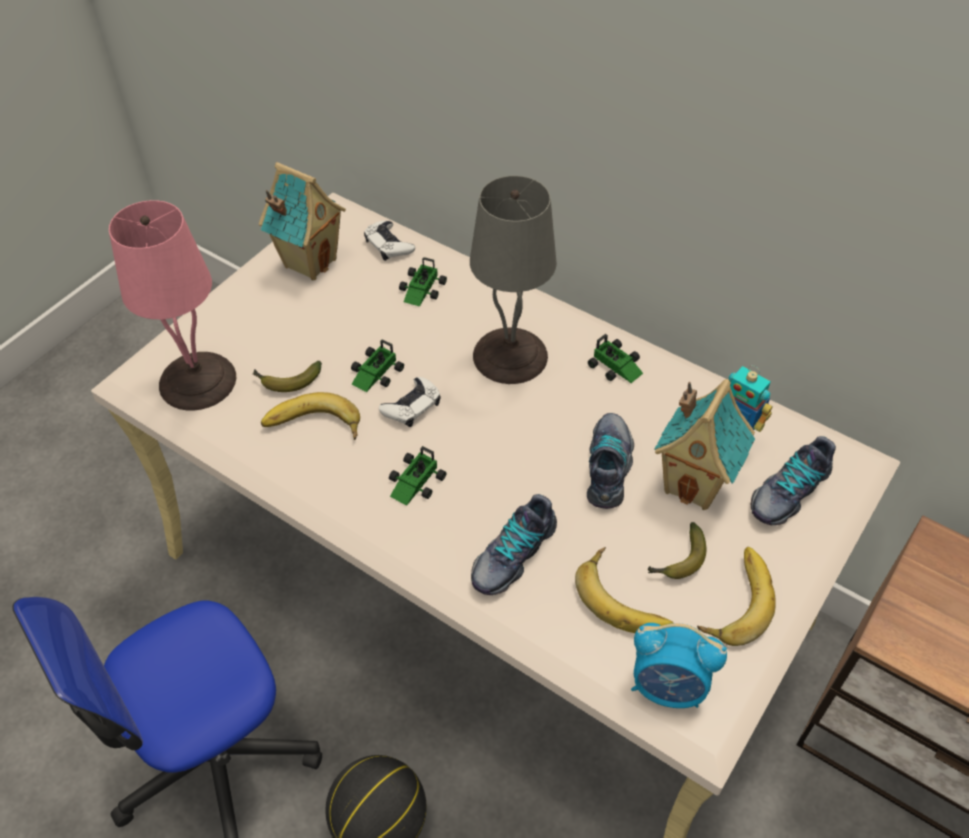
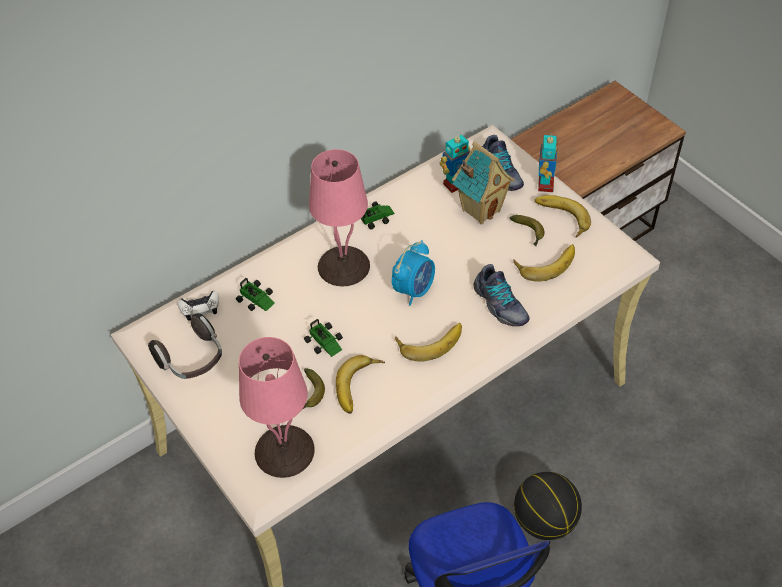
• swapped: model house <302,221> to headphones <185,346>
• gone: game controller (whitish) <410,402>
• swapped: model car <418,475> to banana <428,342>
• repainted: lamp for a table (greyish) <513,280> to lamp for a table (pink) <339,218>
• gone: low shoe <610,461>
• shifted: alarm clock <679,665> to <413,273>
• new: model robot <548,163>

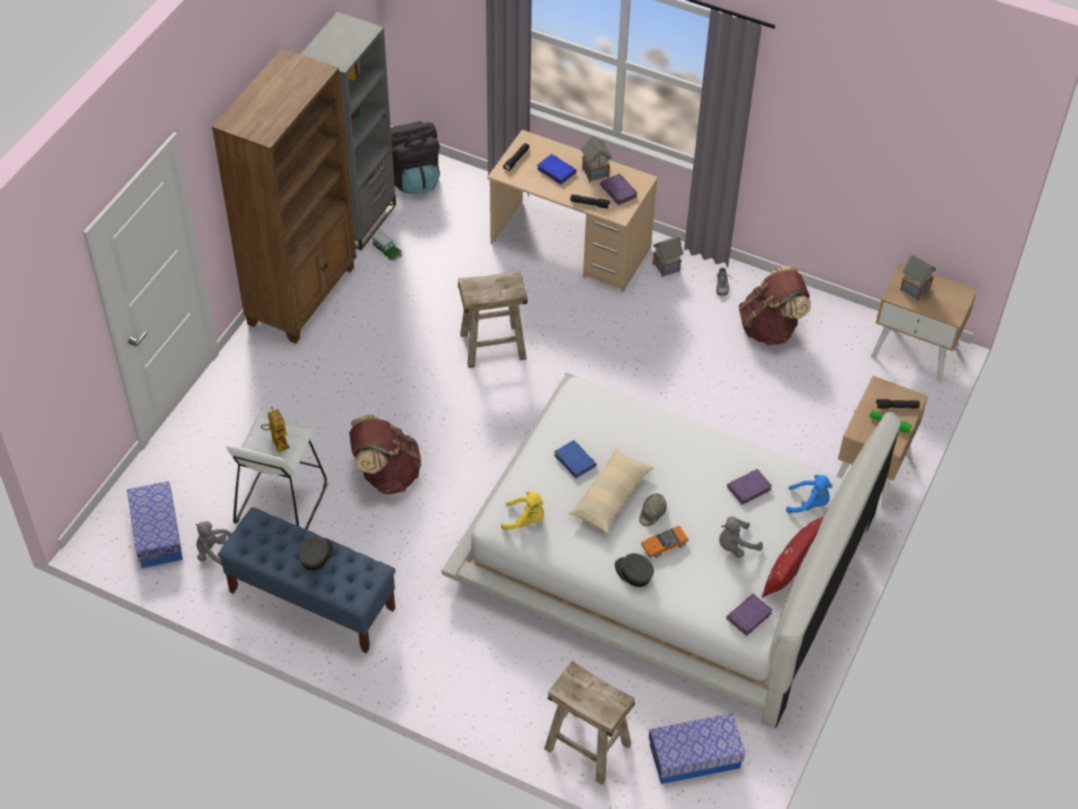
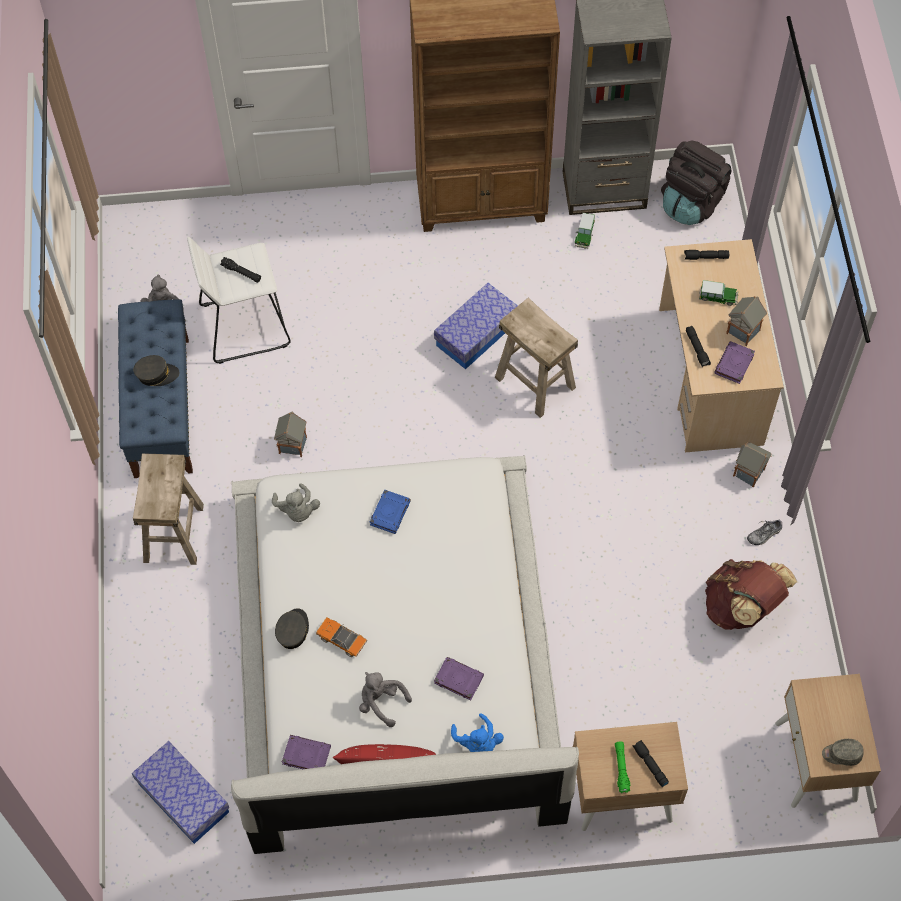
• shifted: storage box <155,524> to <476,326>
• swapped: model robot <275,429> to hand torch (black) <240,270>
• gone: backpack (brownish) <385,454>
• repainted: plush toy (yellow-coloured) <522,510> to plush toy (greyish) <296,502>
• swapped: bound book (blue) <557,169> to model car <718,293>
• shifted: stool (beige-coloured) <589,723> to <168,509>
• gone: pillow (beige-coloured) <611,490>
• shifted: cap (greyish) <653,509> to <843,752>
• shifted: model house <918,278> to <290,434>

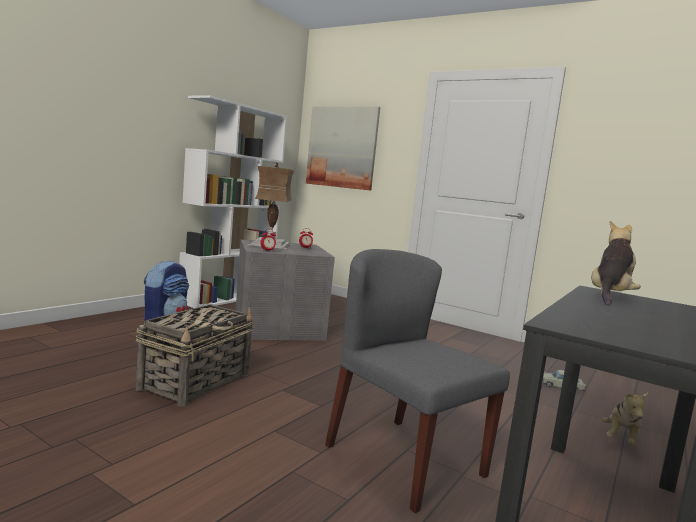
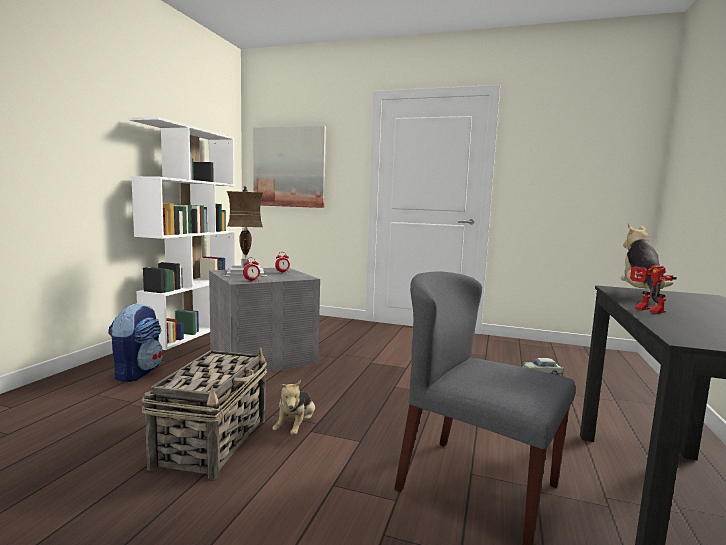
• shifted: plush toy <625,419> to <293,407>
• new: model robot <653,290>

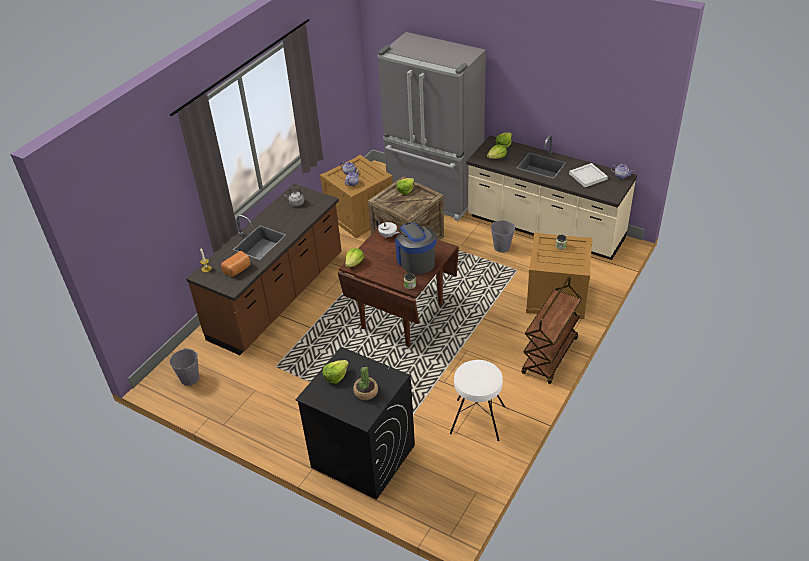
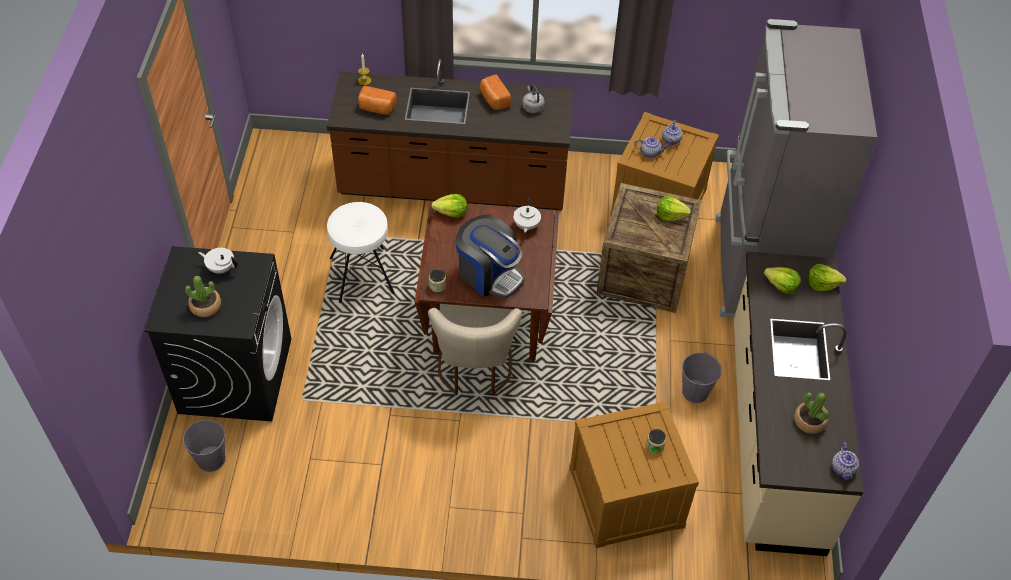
• shifted: water bucket (greyish) <184,367> to <204,445>
• swapped: head of lettuce <335,372> to teapot (whitish) <218,261>
• rotated: coffee machine <416,248> = <490,256> 90 degrees clockwise
• shifted: stool (whitish) <477,400> to <361,252>
• gone: trolley (brownish) <552,330>
• swapped: serving tray (whitish) <588,175> to potted plant <811,413>
• new: chair (beige-coloured) <475,349>
• new: bakery bread <495,92>

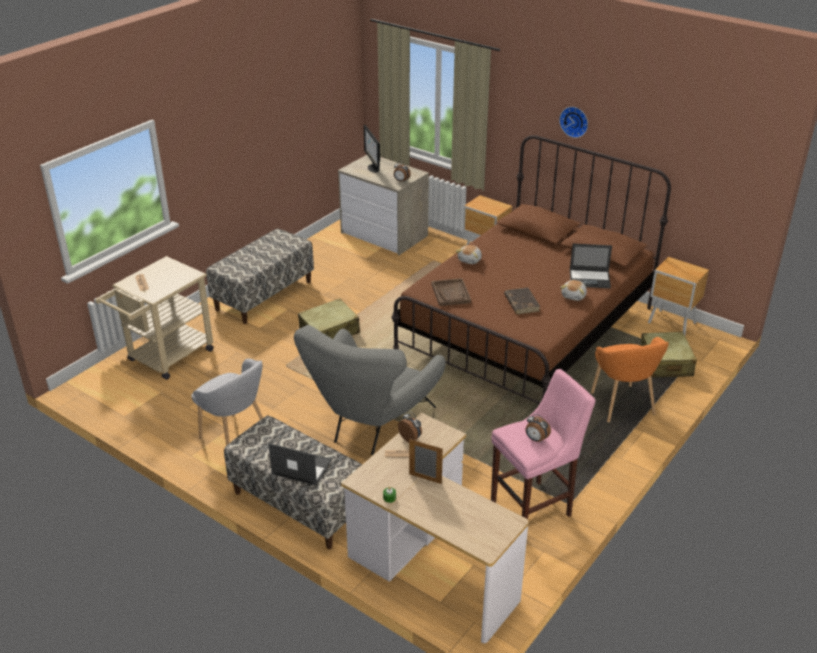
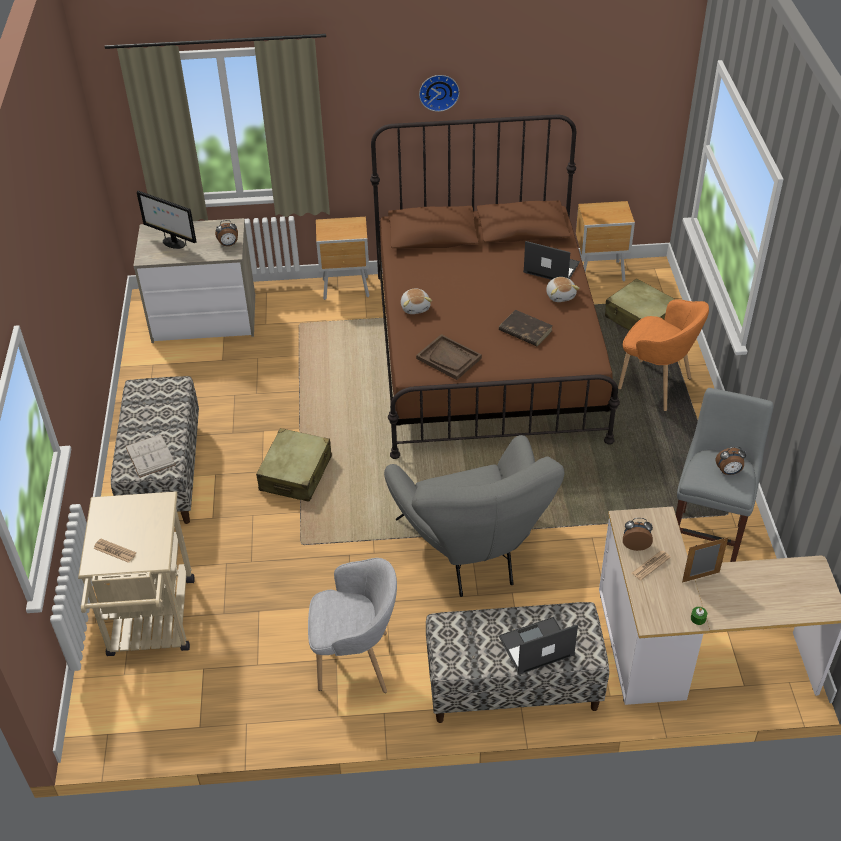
• repainted: stool (pink) <543,444> to stool (greyish) <725,475>
• rotated: notebook computer <591,266> = <551,260> 120 degrees counterclockwise
• new: bound book (whitish) <150,456>

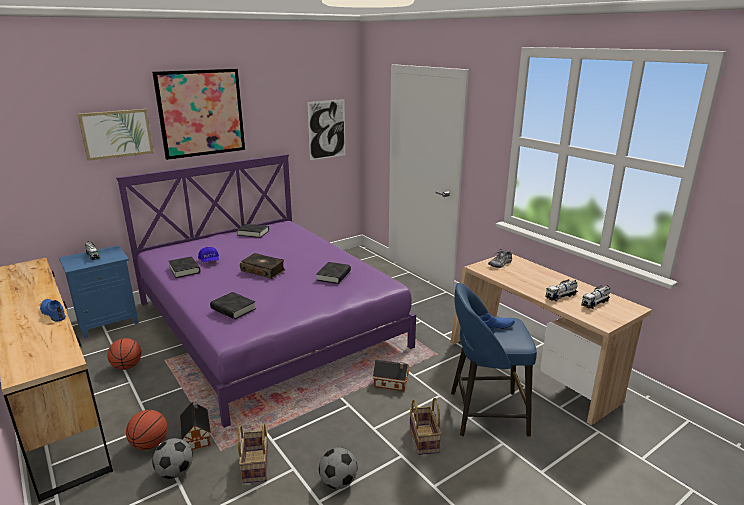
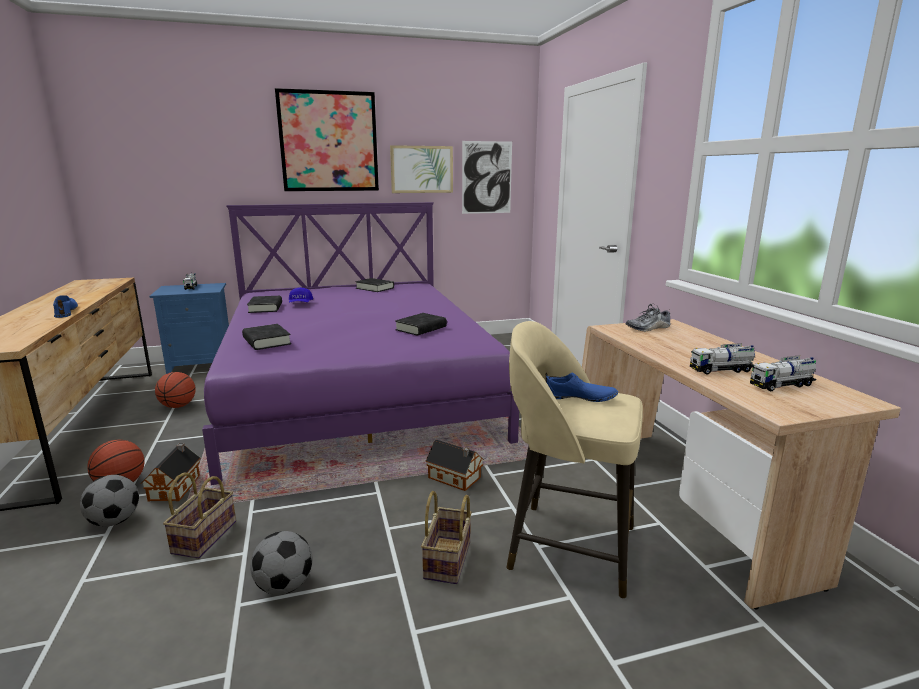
• shifted: picture <116,135> to <421,169>
• gone: bound book <262,266>
• repainted: stool (blue) <494,360> to stool (beige-coloured) <574,459>

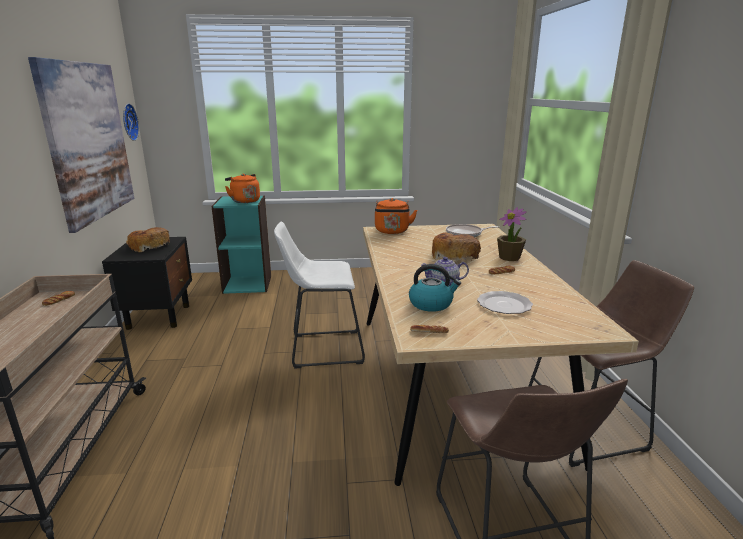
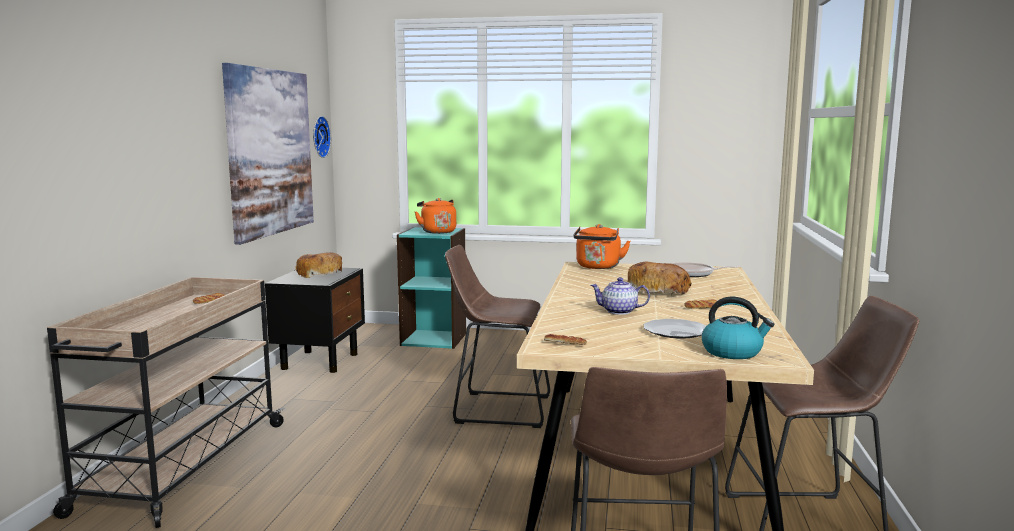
• repainted: stool (whitish) <319,295> to stool (brownish) <497,336>
• shifted: kettle <435,288> to <738,328>
• gone: potted plant <512,234>

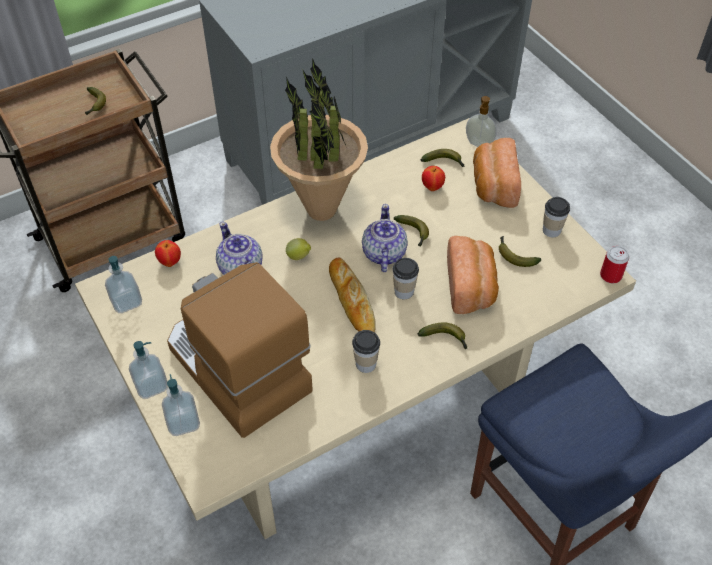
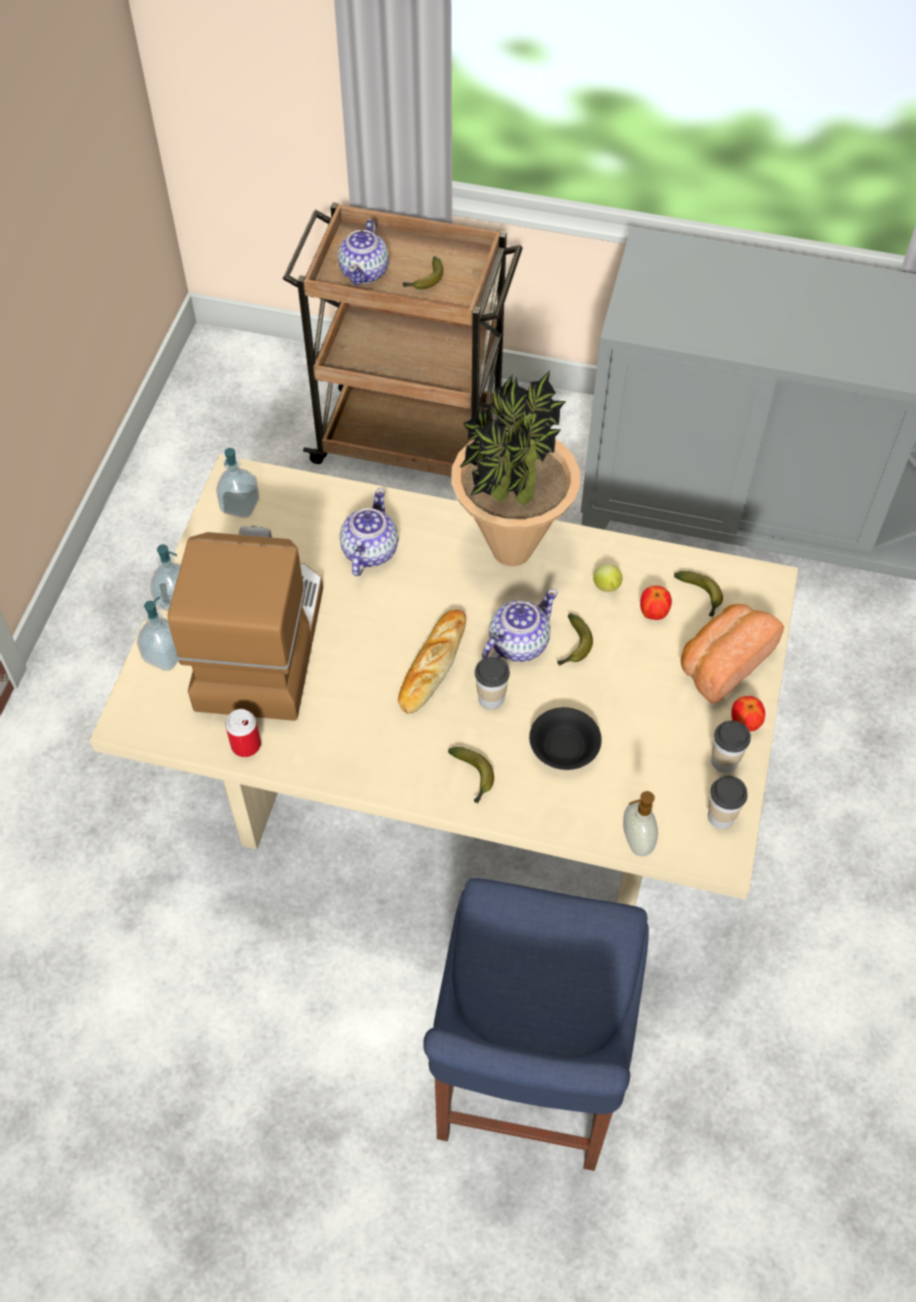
• shifted: apple fruit <168,253> to <748,714>
• shifted: lemon <298,249> to <607,578>
• shifted: drinking cup <366,351> to <728,802>
• swapped: bakery bread <473,275> to serving bowl (black) <565,738>
• shifted: soap dispenser <481,121> to <640,823>
• gone: banana <520,251>
• shifted: can <614,264> to <243,733>
• new: teapot <363,252>

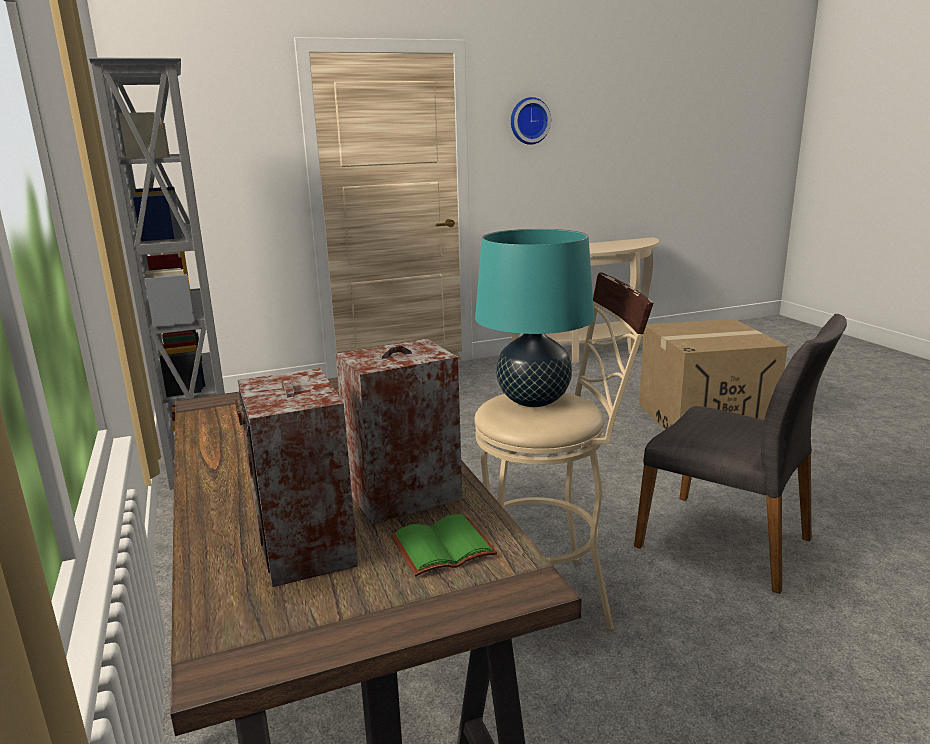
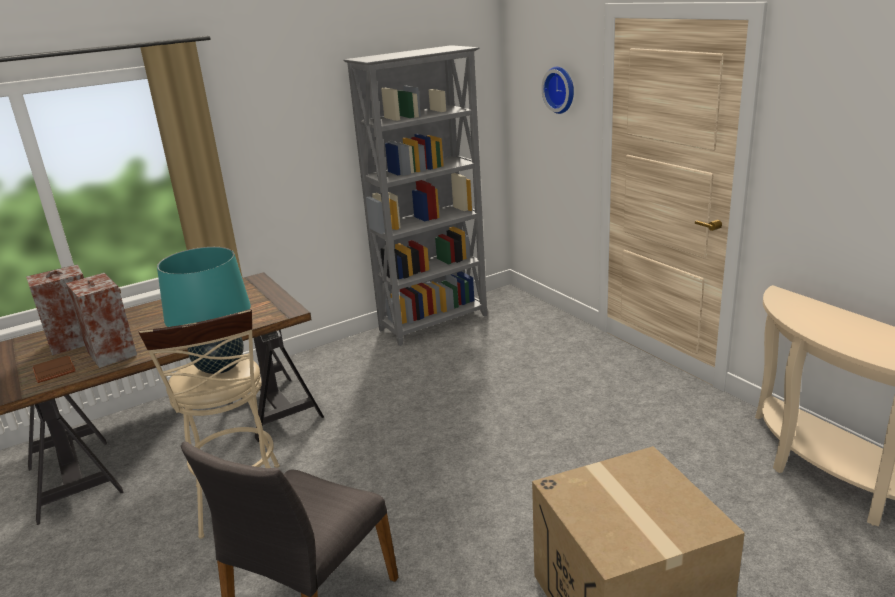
• repainted: bound book (green) <444,545> to bound book (brownish) <54,369>
• shifted: clock on the wall <531,121> to <557,90>

